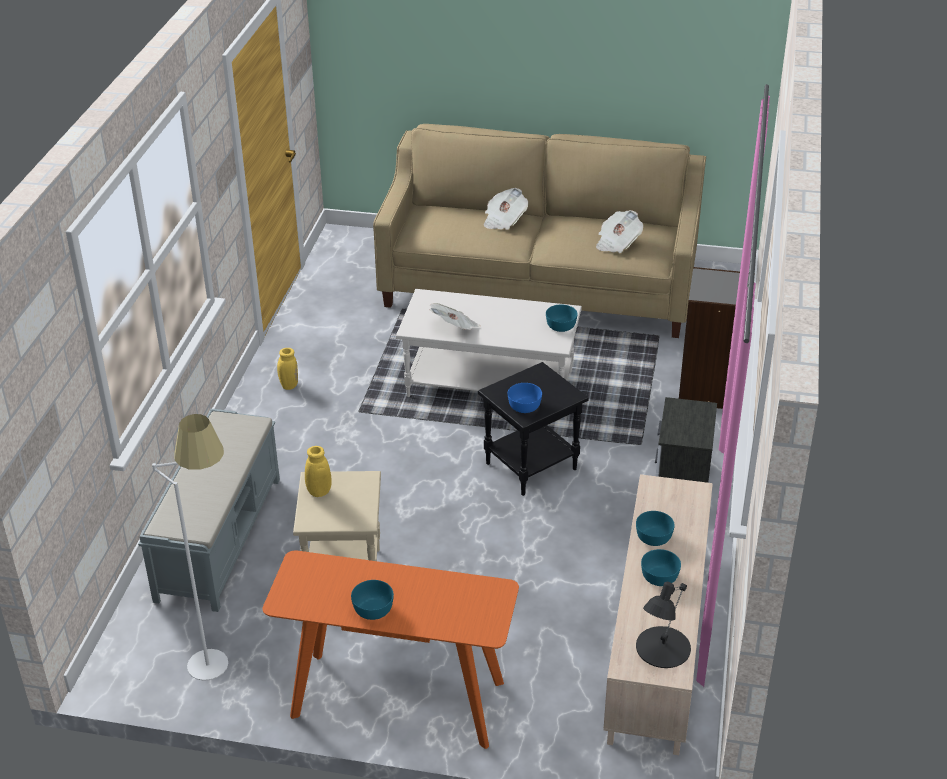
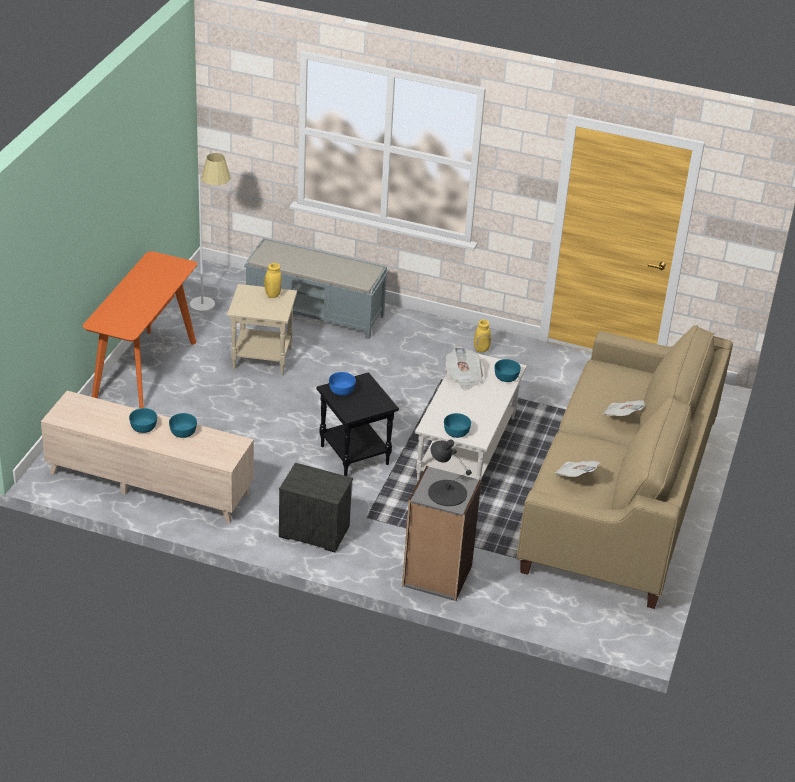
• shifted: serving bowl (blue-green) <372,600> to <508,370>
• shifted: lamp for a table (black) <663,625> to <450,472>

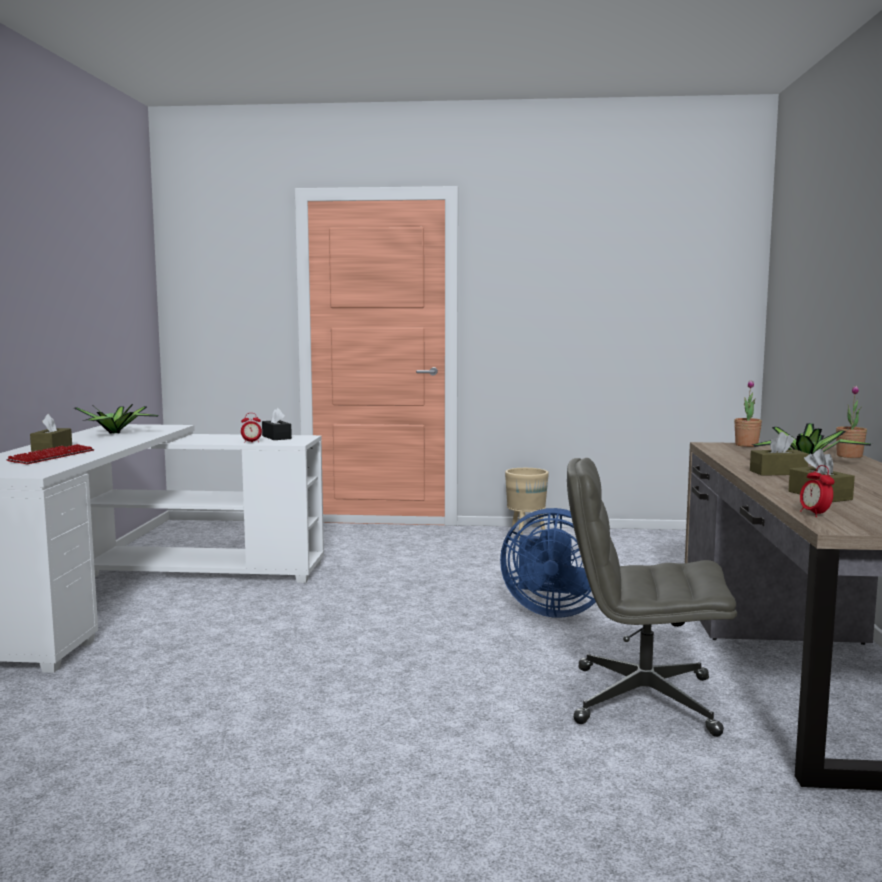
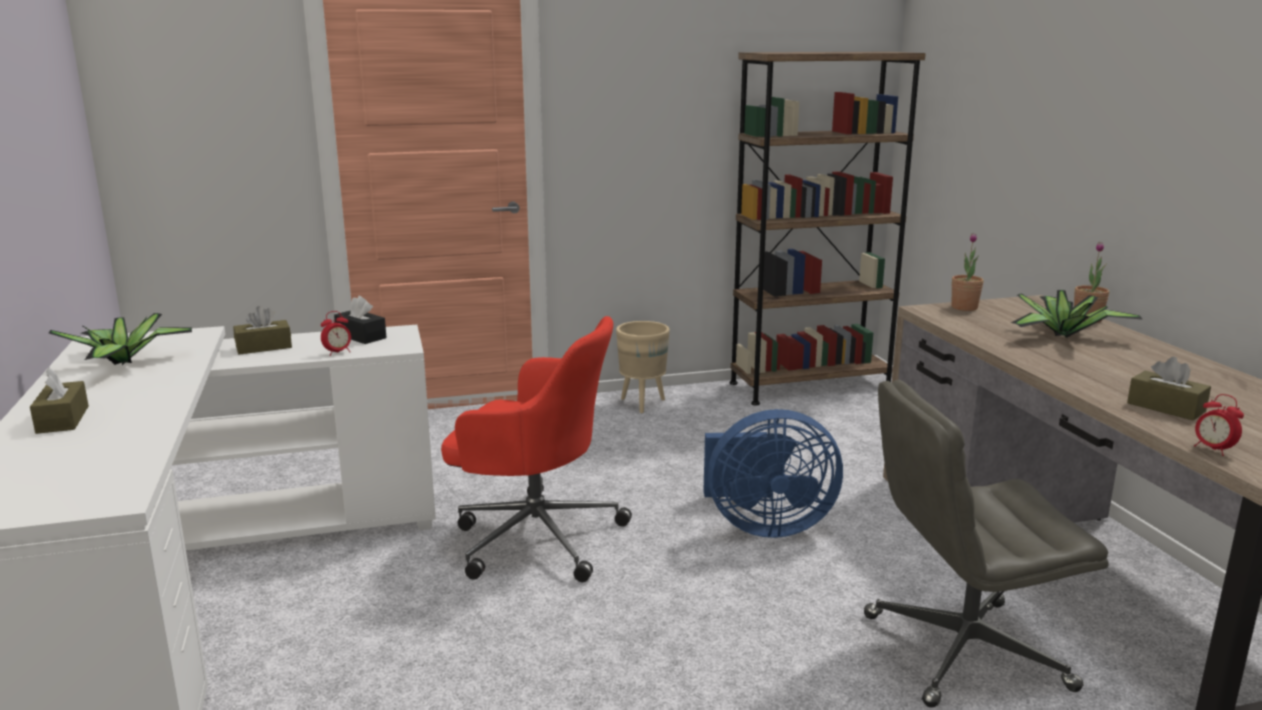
• gone: keyboard <50,454>
• shifted: tissue holder (brownish) <779,454> to <262,330>
• new: desk chair (reddish) <536,449>
• new: shelving unit (brownish) <827,228>

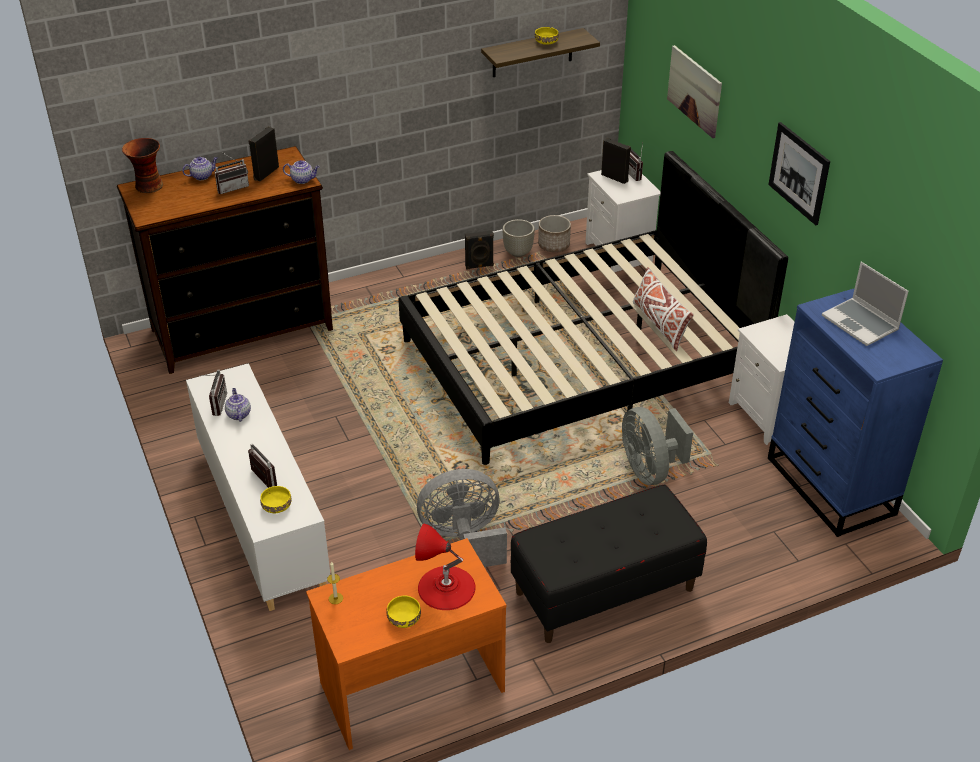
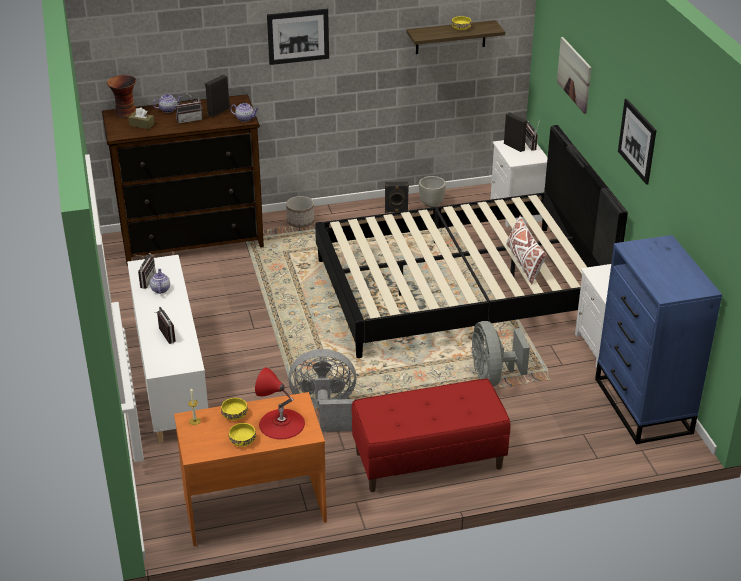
• shifted: serving bowl (yellow-coloured) <276,499> to <234,409>
• repainted: long seat (black) <609,564> to long seat (reddish) <431,435>
• shifted: planter <554,233> to <300,212>
• gone: notebook computer <865,304>
• new: tissue holder (brownish) <141,118>
• new: picture <298,37>

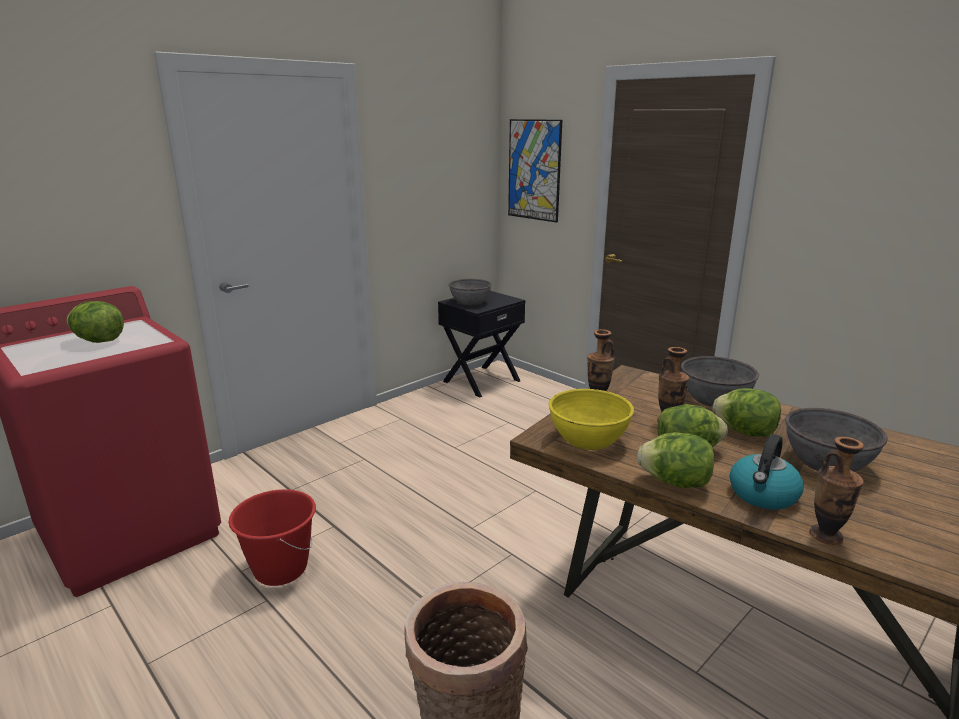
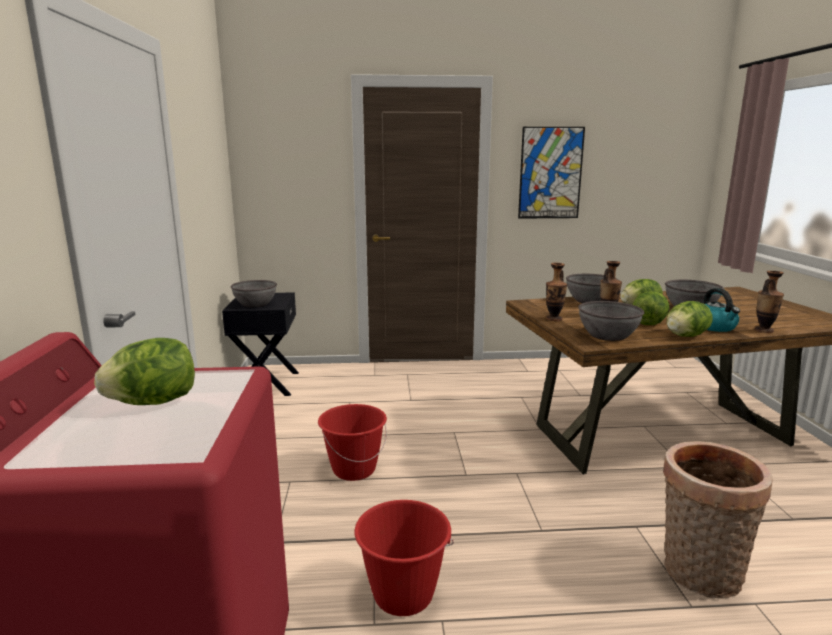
• shifted: picture <535,171> to <551,173>
• repainted: serving bowl (yellow-coloured) <591,419> to serving bowl (greyish) <611,321>
• new: water bucket (reddish) <352,442>

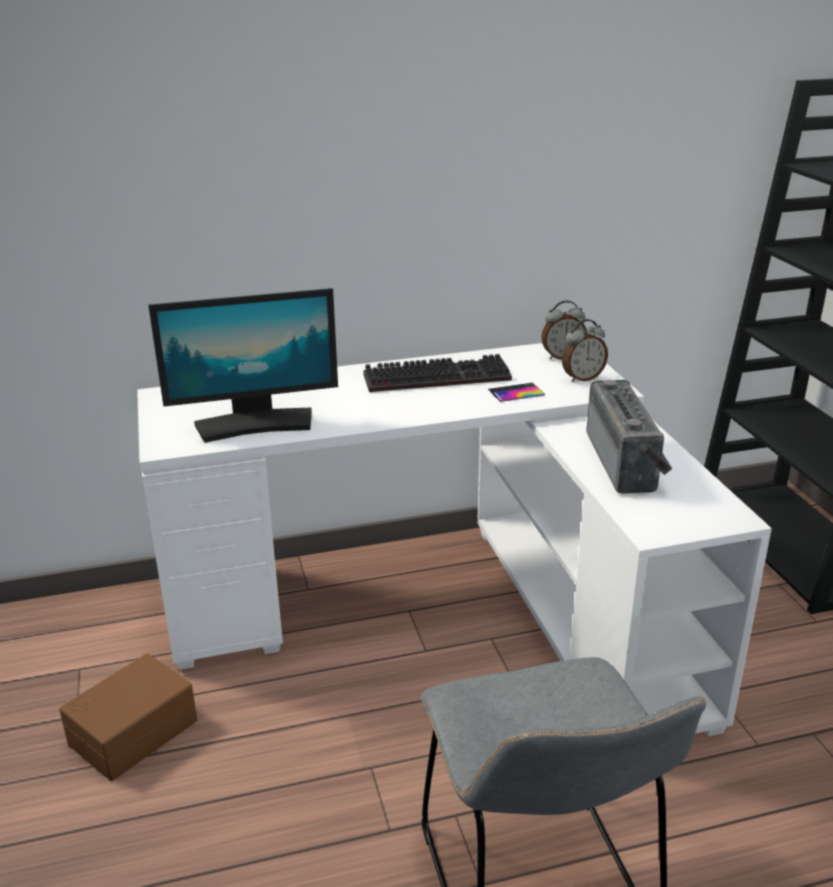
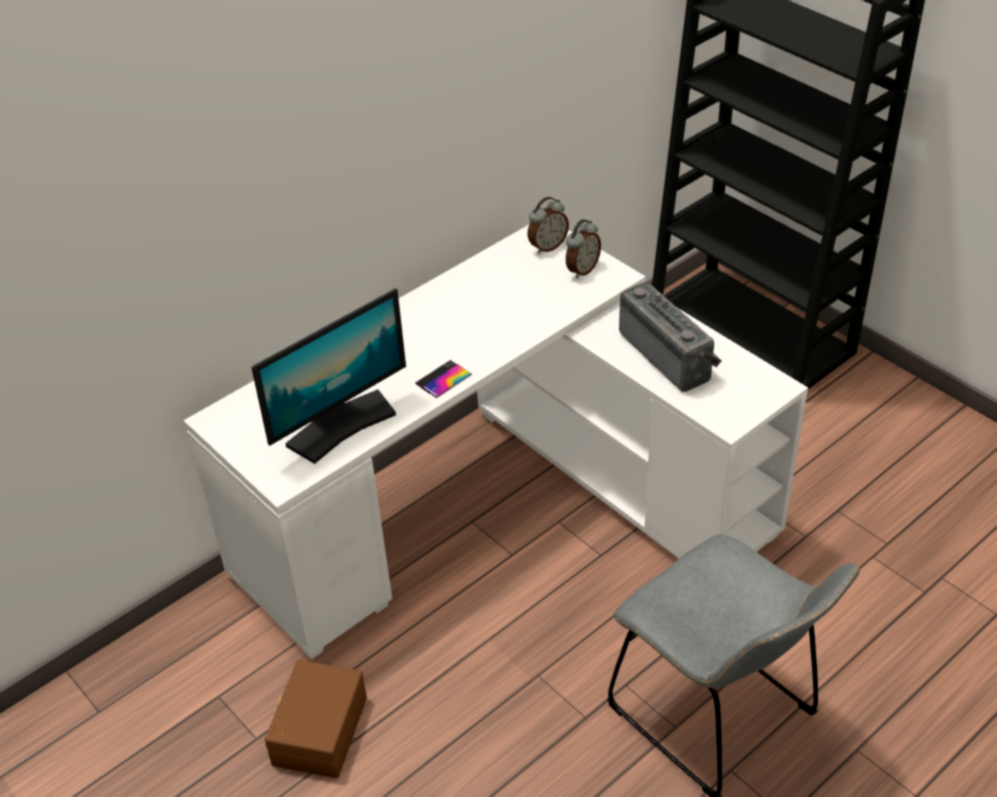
• gone: keyboard <437,373>
• shifted: phone <516,392> to <443,379>

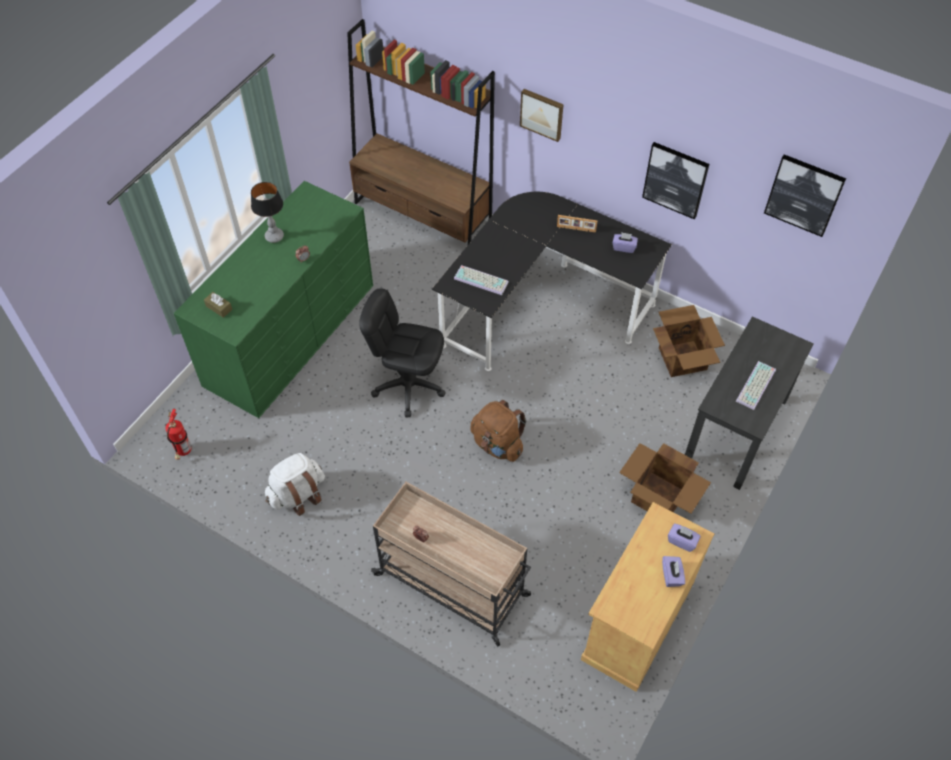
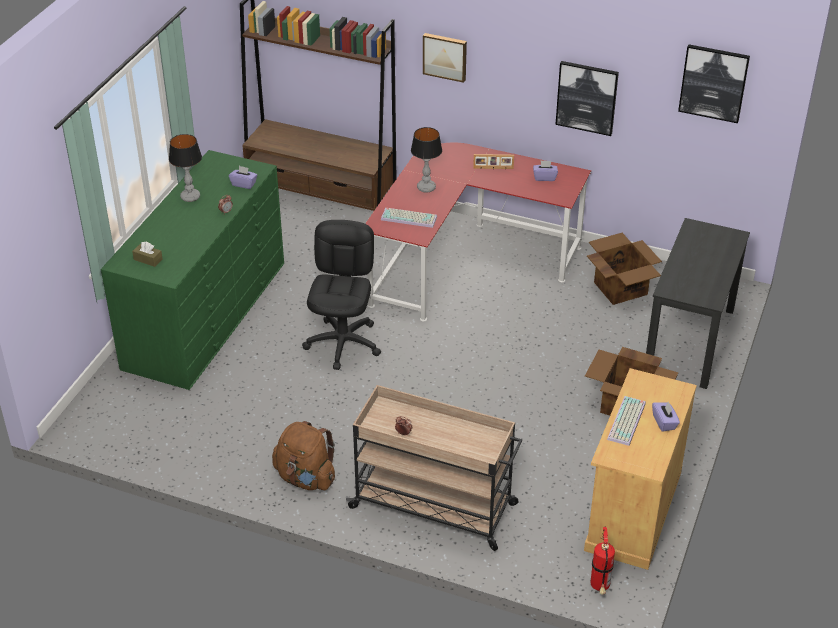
• shifted: extinguisher <178,434> to <603,561>
• gone: backpack (whitish) <295,484>
• rotated: desk chair (black) <402,352> = <341,295> 90 degrees clockwise
• repainted: desk unit (black) <552,281> to desk unit (reddish) <478,232>
• shifted: backpack (brownish) <498,431> to <303,455>
• shifted: tissue holder (purple) <684,537> to <243,177>
• shifted: keyboard <756,385> to <626,421>
• new: lamp for a table <426,160>

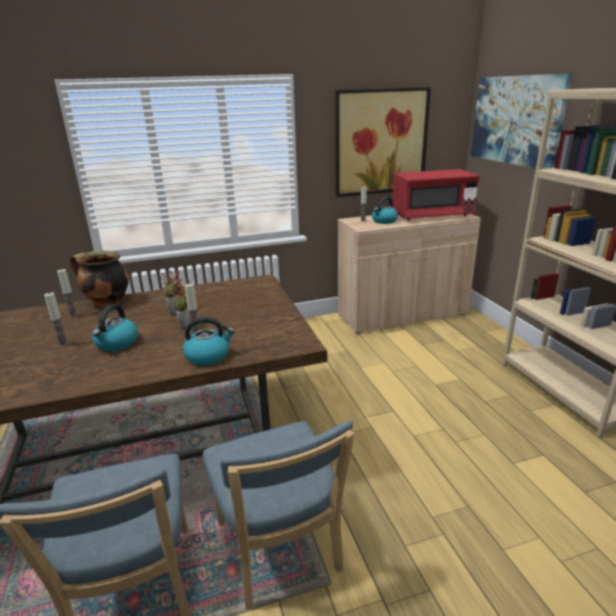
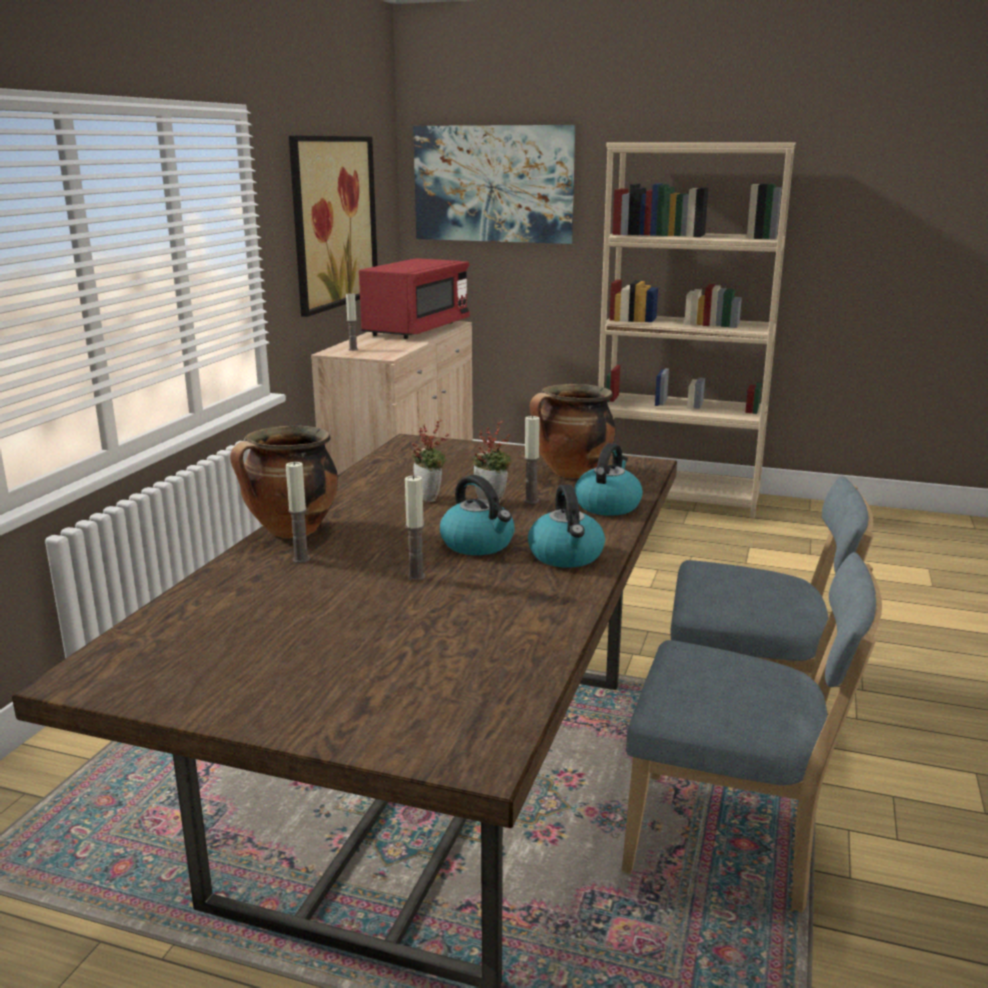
• shifted: kettle <385,210> to <566,526>
• new: stockpot <572,431>

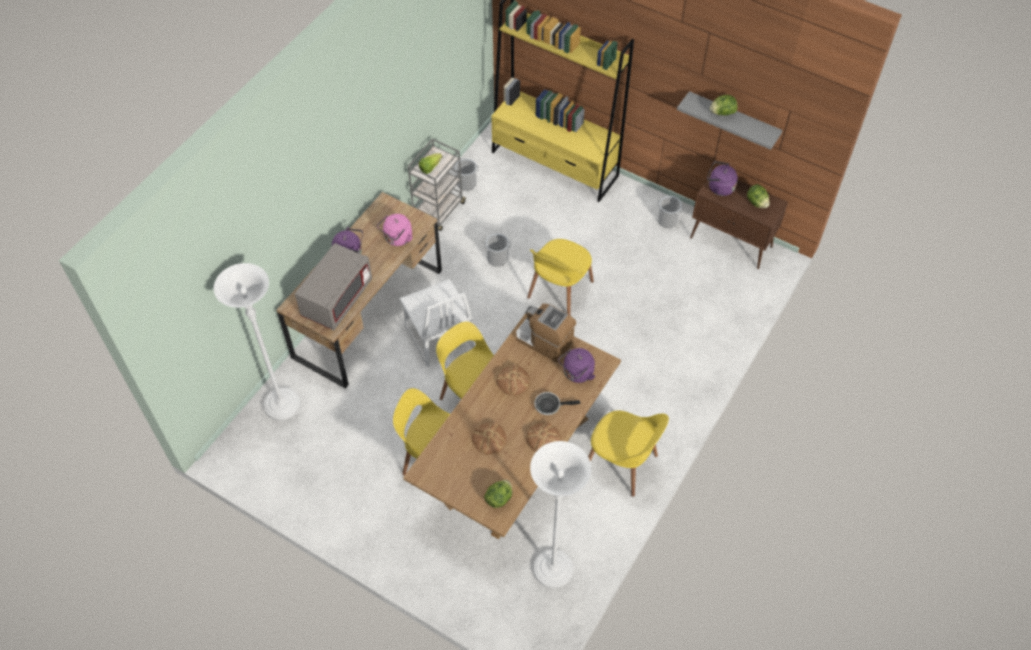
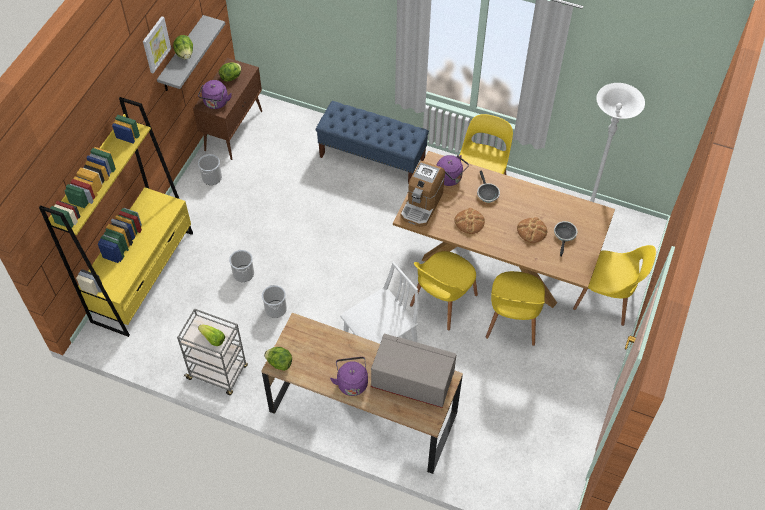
• gone: standing lamp (whitish) <257,342>
• gone: kettle (pink) <395,230>
• shifted: water bucket <466,175> to <241,266>
• shifted: head of lettuce <498,494> to <278,359>
• gone: bakery bread <543,437>
• shifted: chair (yellow-coloured) <560,277> to <614,285>
• new: picture <157,44>
• new: long seat (blue) <372,142>
• new: frying pan <565,238>

